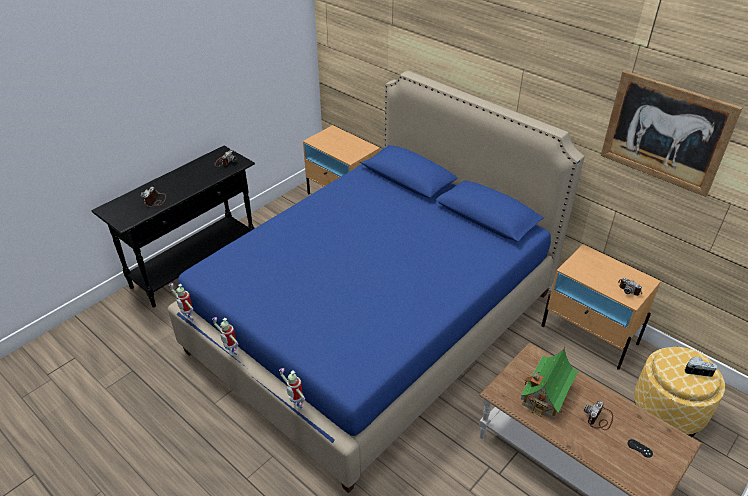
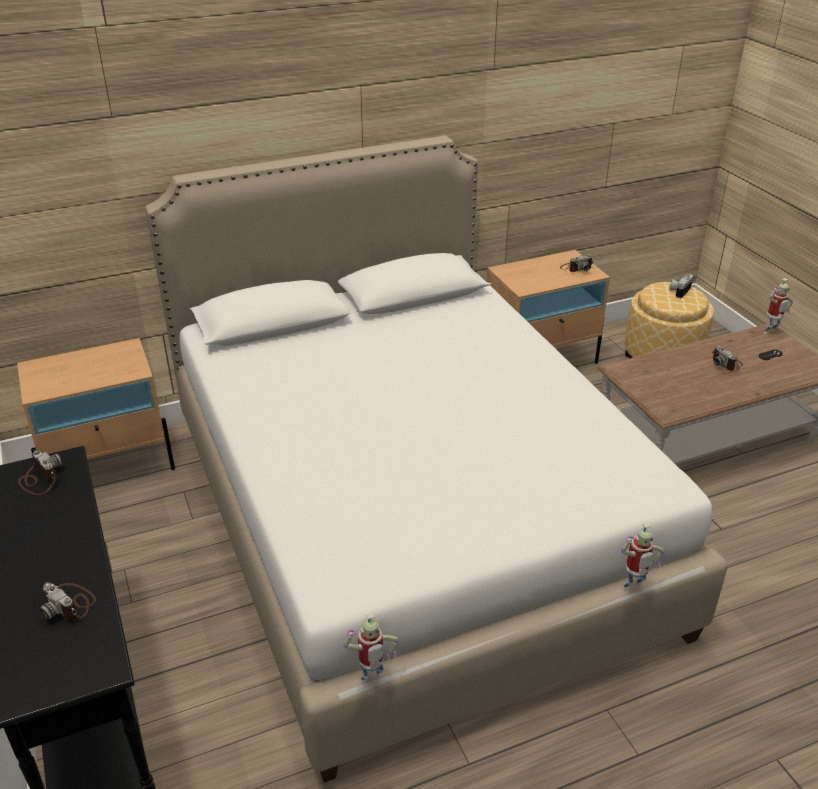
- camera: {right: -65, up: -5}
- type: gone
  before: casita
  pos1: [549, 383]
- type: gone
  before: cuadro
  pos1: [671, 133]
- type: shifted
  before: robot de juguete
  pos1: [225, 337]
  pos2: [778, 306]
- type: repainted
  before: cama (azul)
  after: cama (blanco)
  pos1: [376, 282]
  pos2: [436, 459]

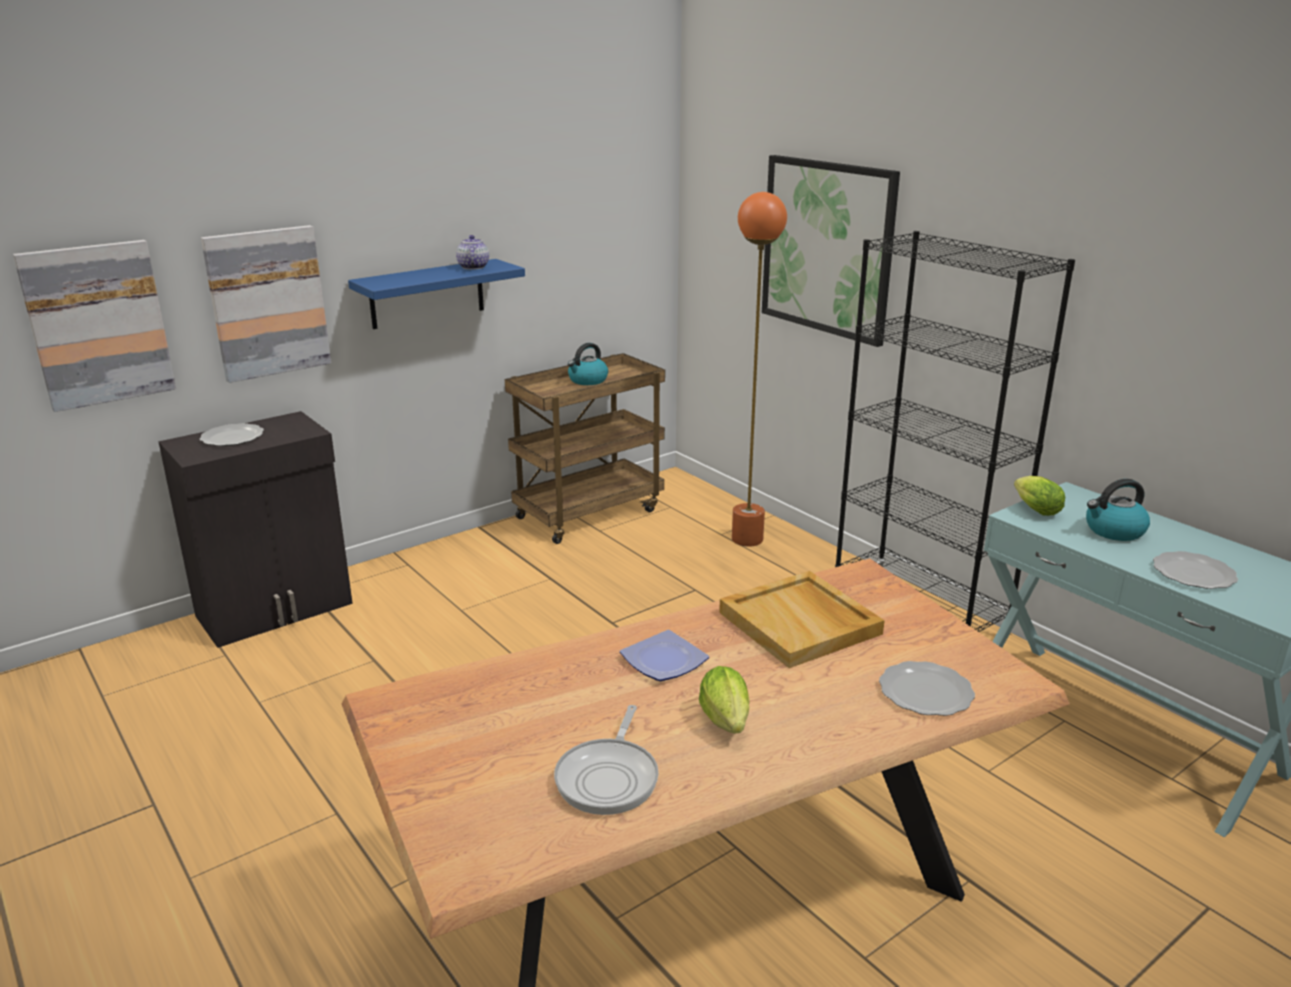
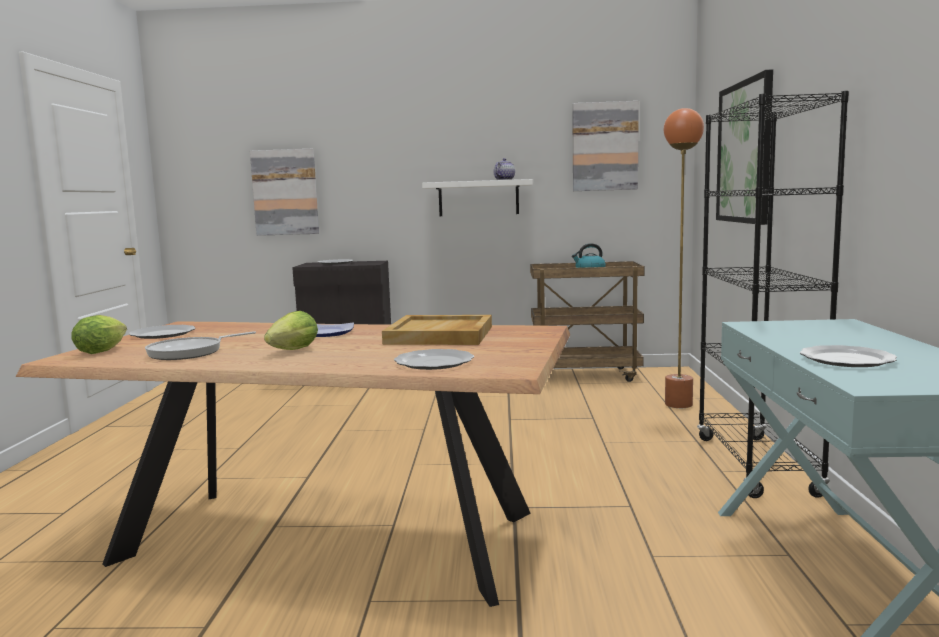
- camera: {right: 40, up: -15}
- type: gone
  before: hervidor
  pos1: [1118, 510]
- type: new
  after: plato
  pos2: [162, 332]
- type: shifted
  before: cuadro
  pos1: [266, 304]
  pos2: [605, 146]
- type: shifted
  before: lechuga
  pos1: [1039, 496]
  pos2: [99, 334]
- type: repainted
  before: estante (azul)
  after: estante (blanco)
  pos1: [436, 294]
  pos2: [477, 197]

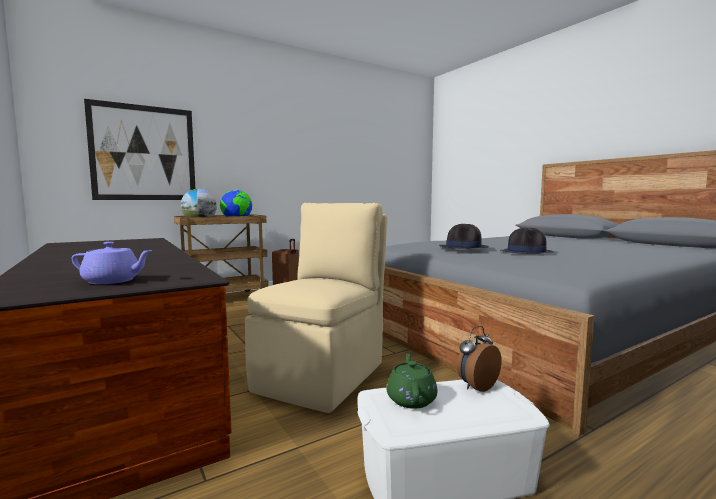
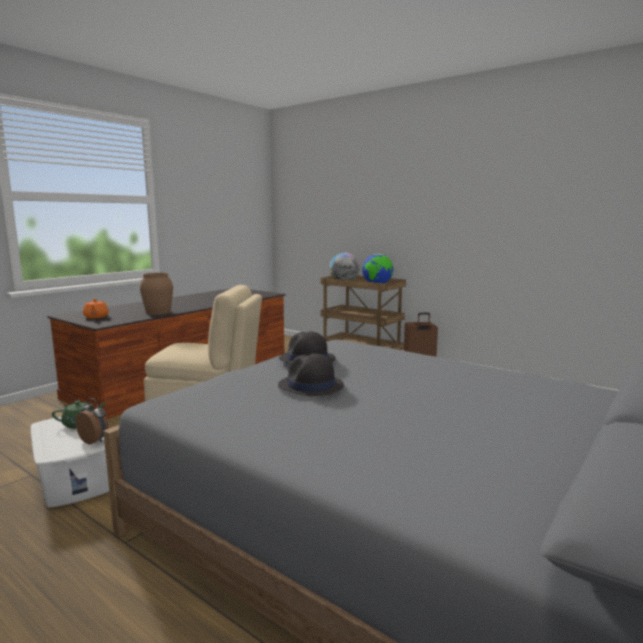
- camera: {right: 70, up: 5}
- type: gone
  before: cuadro
  pos1: [139, 149]
- type: new
  after: florero (marrón)
  pos2: [156, 294]
- type: repainted
  before: tetera (morado)
  after: tetera (naranja)
  pos1: [112, 263]
  pos2: [96, 308]

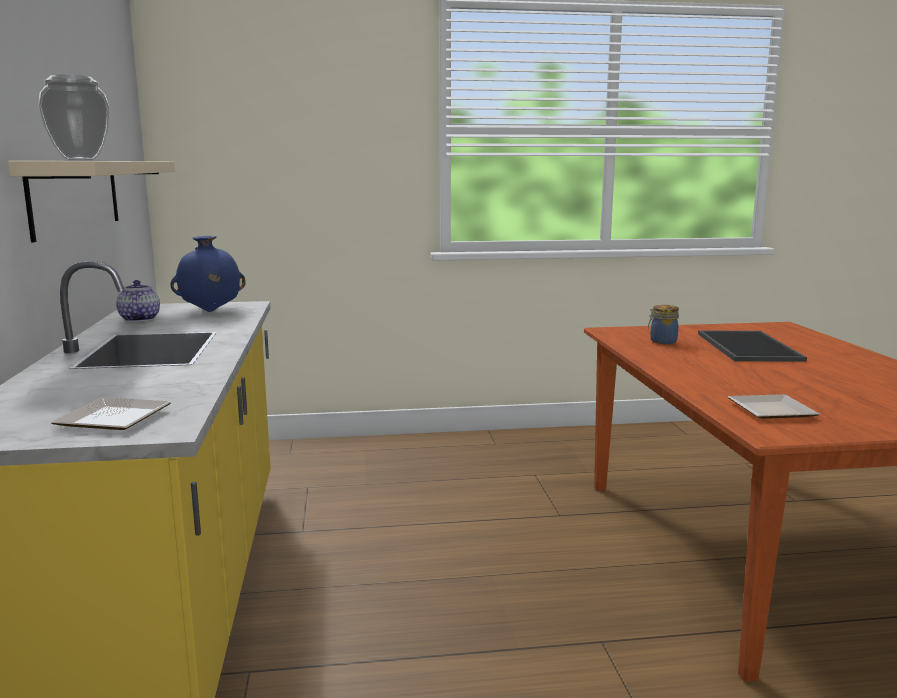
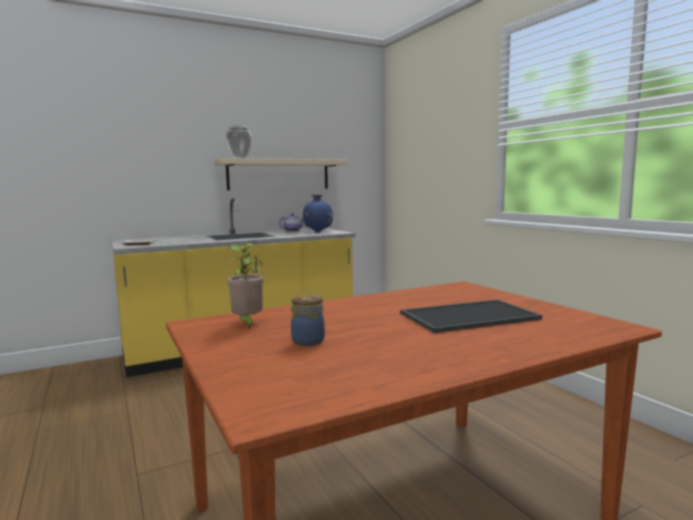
- camera: {right: 70, up: -5}
- type: shifted
  before: tarro
  pos1: [663, 324]
  pos2: [308, 320]
- type: swapped
  before: plato
  after: planta en maceta
  pos1: [774, 406]
  pos2: [244, 286]

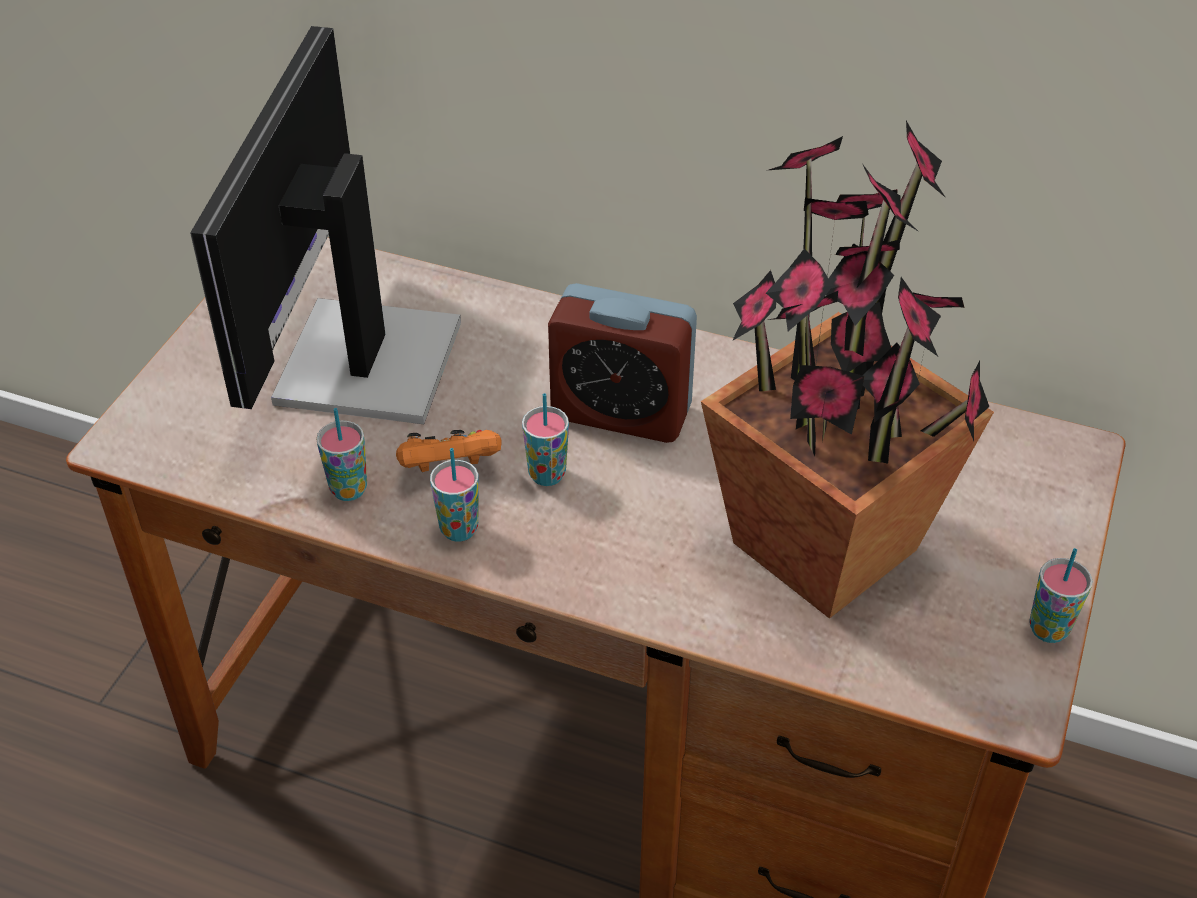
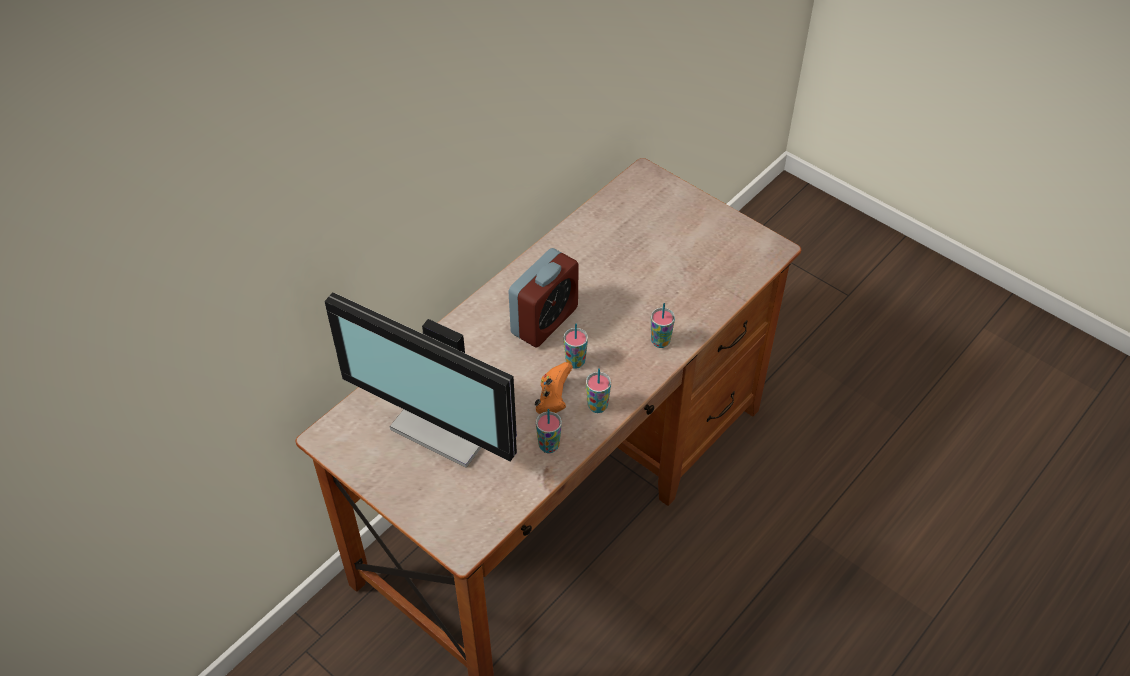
- camera: {right: -70, up: 5}
- type: gone
  before: planta en maceta
  pos1: [847, 370]
- type: shifted
  before: taza
  pos1: [1060, 595]
  pos2: [663, 325]

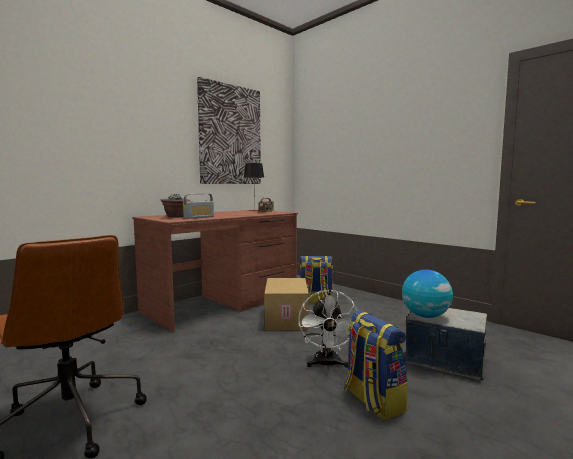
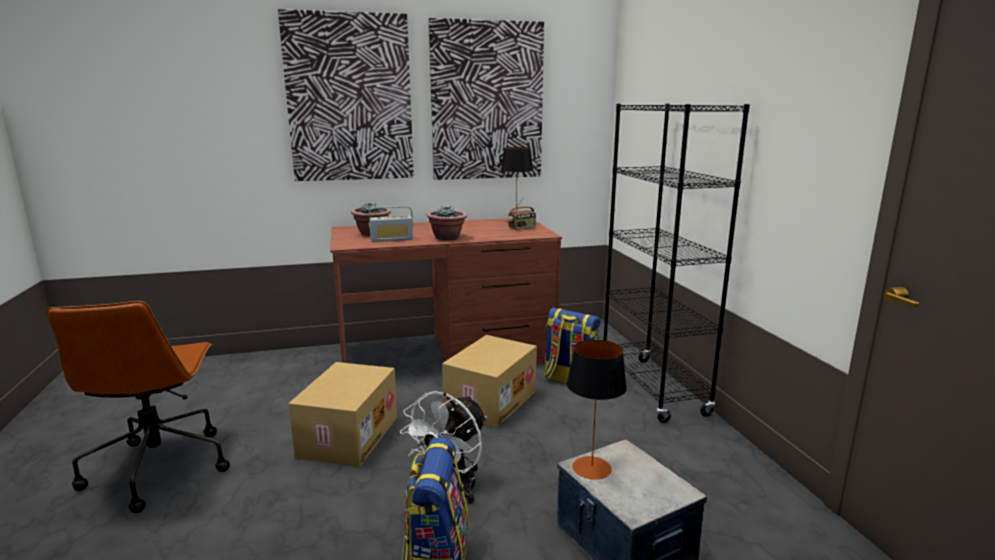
- camera: {right: 30, up: 10}
- type: new
  after: cuadro
  pos2: [346, 95]
- type: new
  after: caja de cartón
  pos2: [342, 414]
- type: new
  after: planta en maceta
  pos2: [447, 224]
- type: new
  after: estantería (negro)
  pos2: [677, 263]
- type: swapped
  before: globo terráqueo
  after: lámpara de mesa
  pos1: [427, 294]
  pos2: [597, 410]

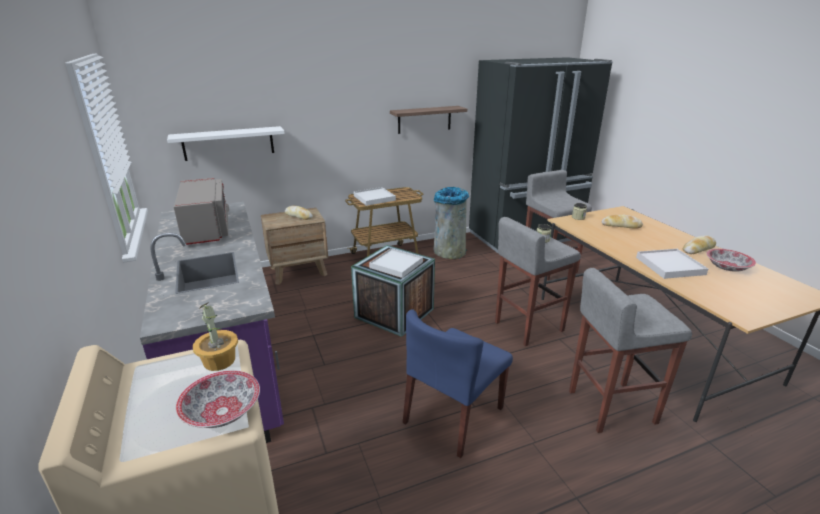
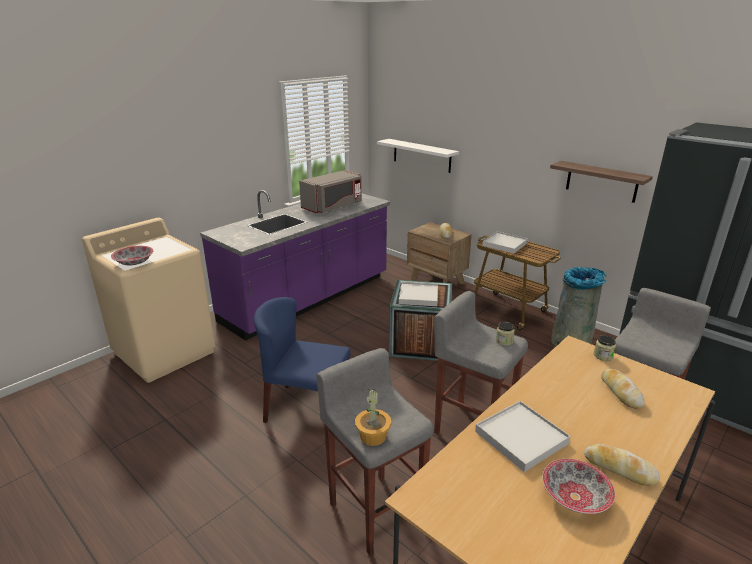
- camera: {right: 65, up: 0}
- type: shifted
  before: planta en maceta
  pos1: [215, 336]
  pos2: [373, 417]

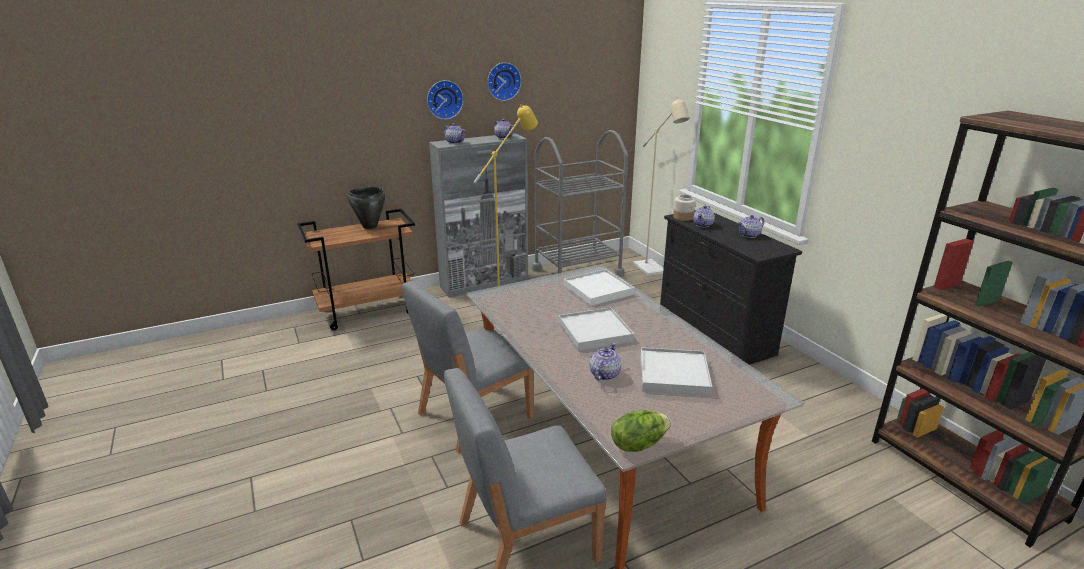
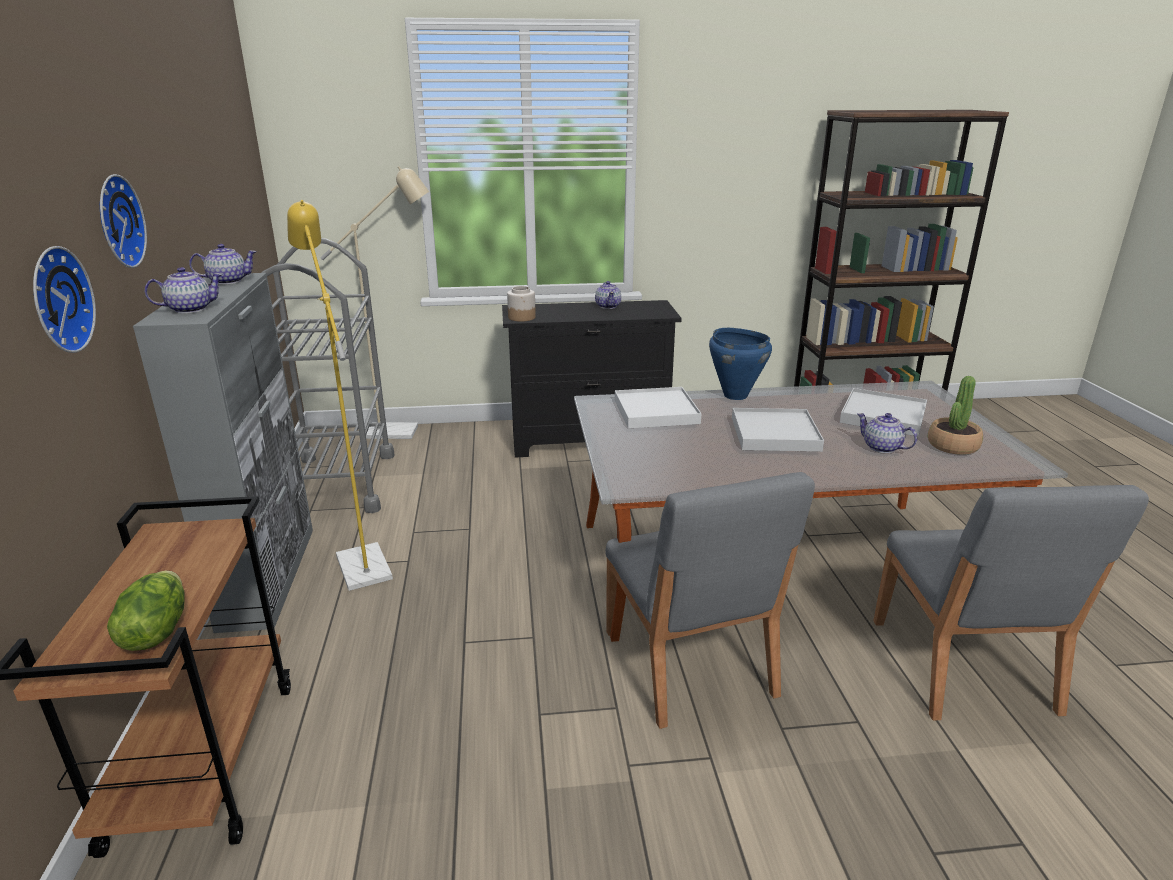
- camera: {right: -70, up: 0}
- type: gone
  before: olla (negro)
  pos1: [366, 208]
- type: gone
  before: tetera
  pos1: [704, 216]
- type: new
  after: olla (azul)
  pos2: [740, 364]
- type: new
  after: planta en maceta
  pos2: [955, 415]
- type: shifted
  before: reloj de pared
  pos1: [504, 81]
  pos2: [64, 299]
- type: shifted
  before: lechuga
  pos1: [641, 431]
  pos2: [146, 611]

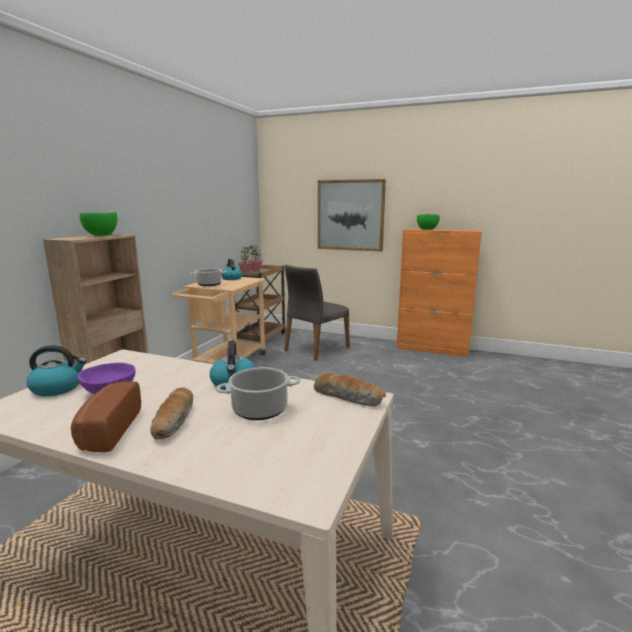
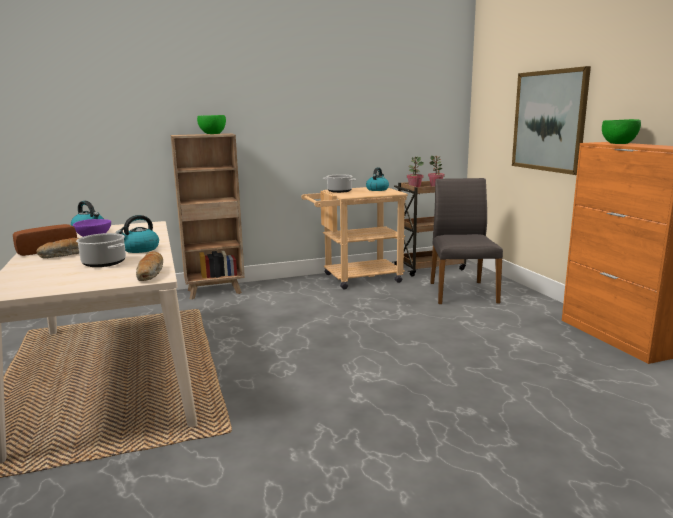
- camera: {right: 50, up: 0}
- type: rotated
  before: silla (gris)
  pos1: [317, 312]
  pos2: [466, 241]
  turn: 90

